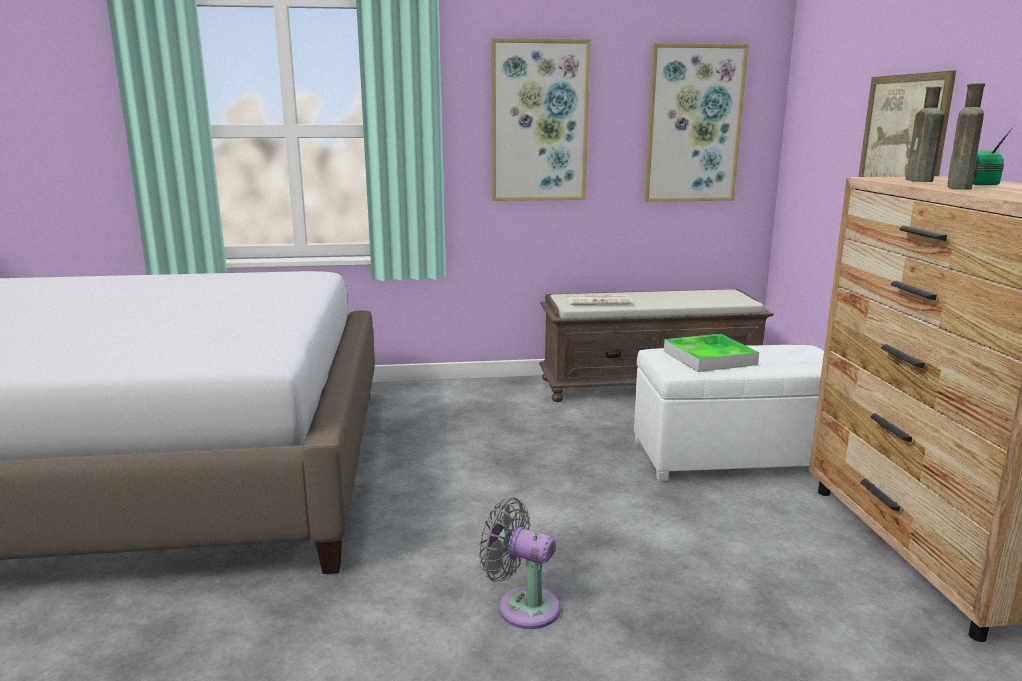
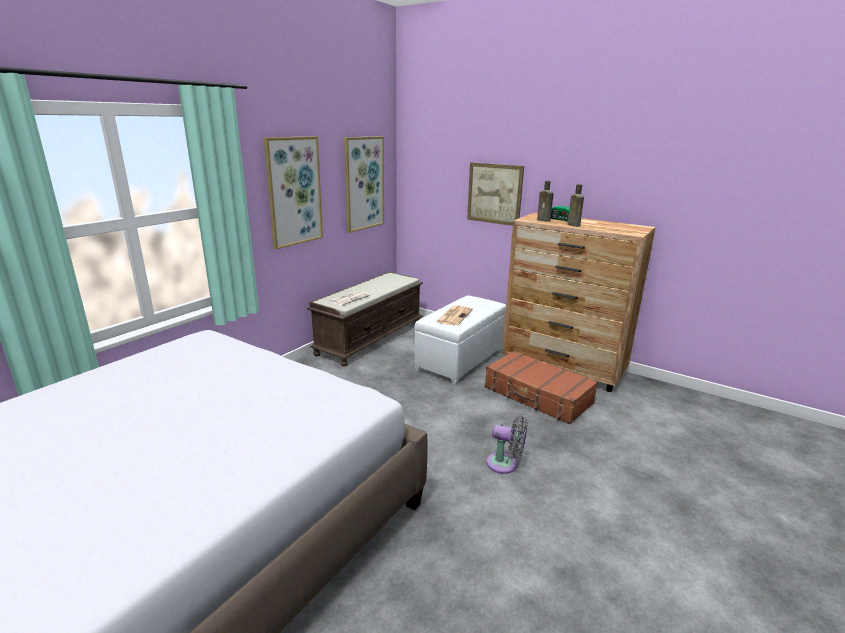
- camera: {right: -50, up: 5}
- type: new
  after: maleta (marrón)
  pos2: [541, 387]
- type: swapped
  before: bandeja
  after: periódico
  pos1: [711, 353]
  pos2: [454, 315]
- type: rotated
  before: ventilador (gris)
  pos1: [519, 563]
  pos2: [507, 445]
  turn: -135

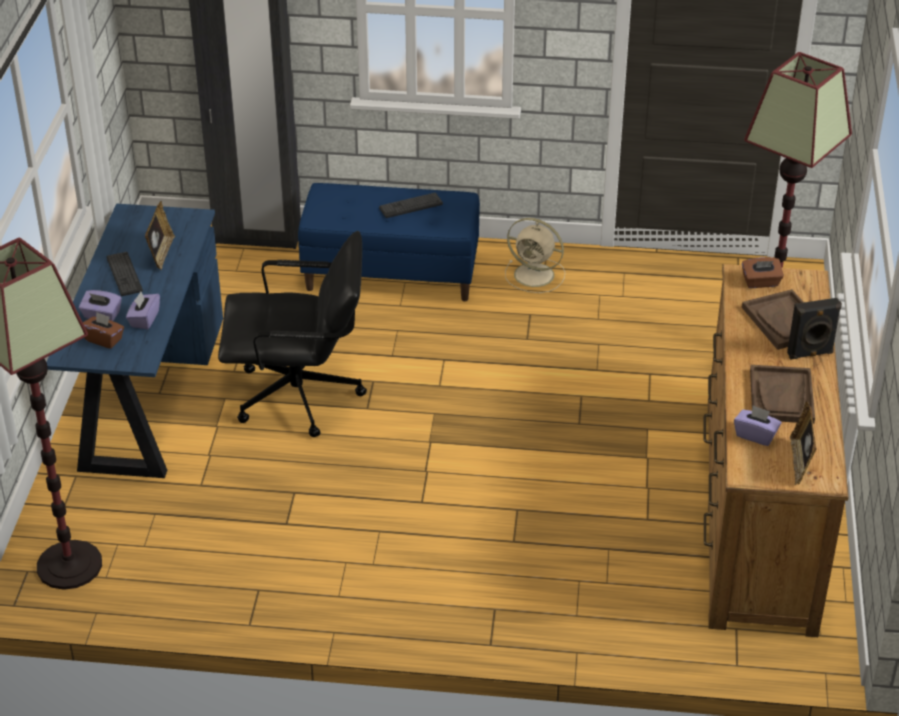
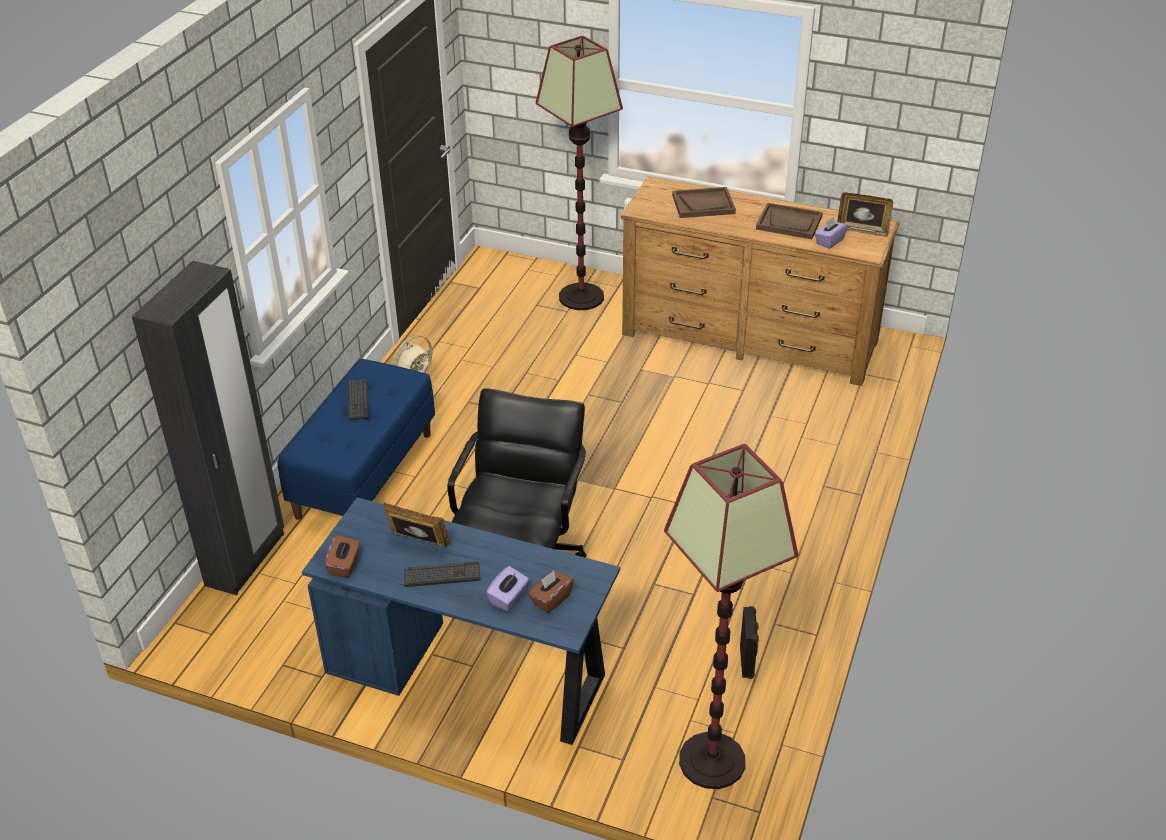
- camera: {right: -75, up: 0}
- type: gone
  before: caja de pañuelos (morado)
  pos1: [143, 310]
- type: shifted
  before: caja de pañuelos (marrón)
  pos1: [763, 272]
  pos2: [342, 556]
- type: shifted
  before: altavoz (negro)
  pos1: [814, 329]
  pos2: [749, 642]

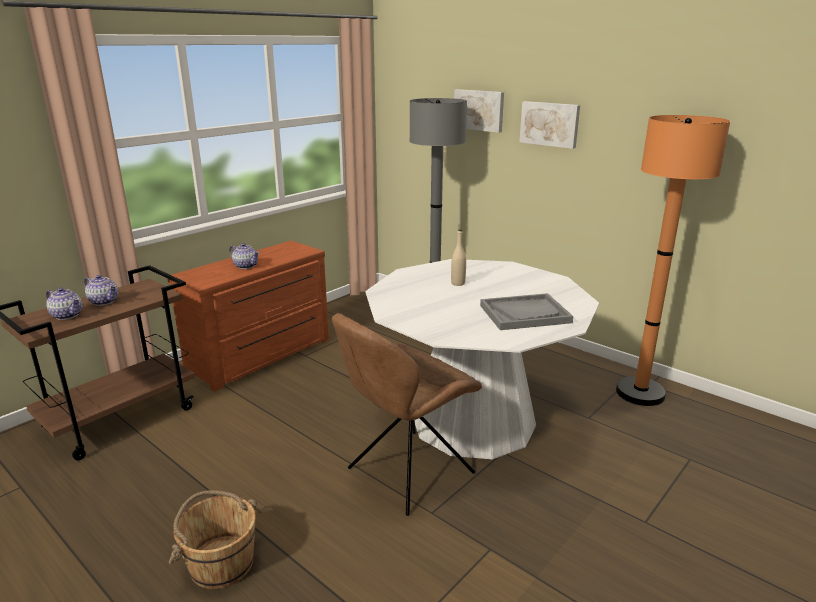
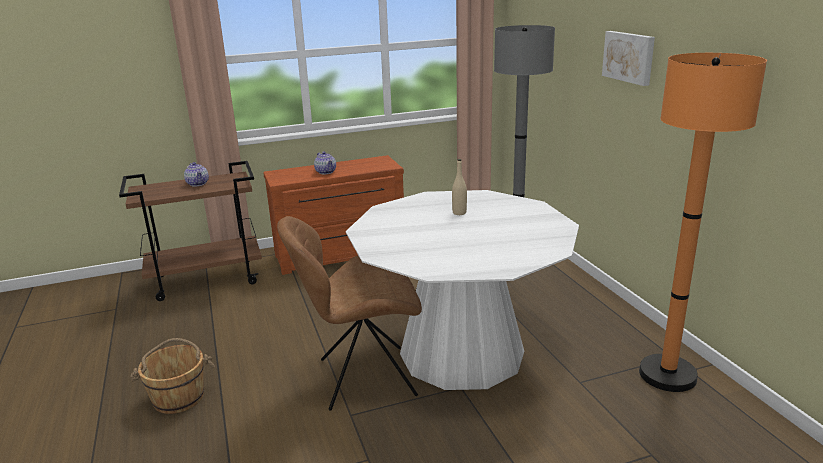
- camera: {right: 30, up: 0}
- type: gone
  before: tetera
  pos1: [64, 303]
- type: gone
  before: cuadro
  pos1: [479, 111]
- type: gone
  before: bandeja (gris)
  pos1: [526, 311]

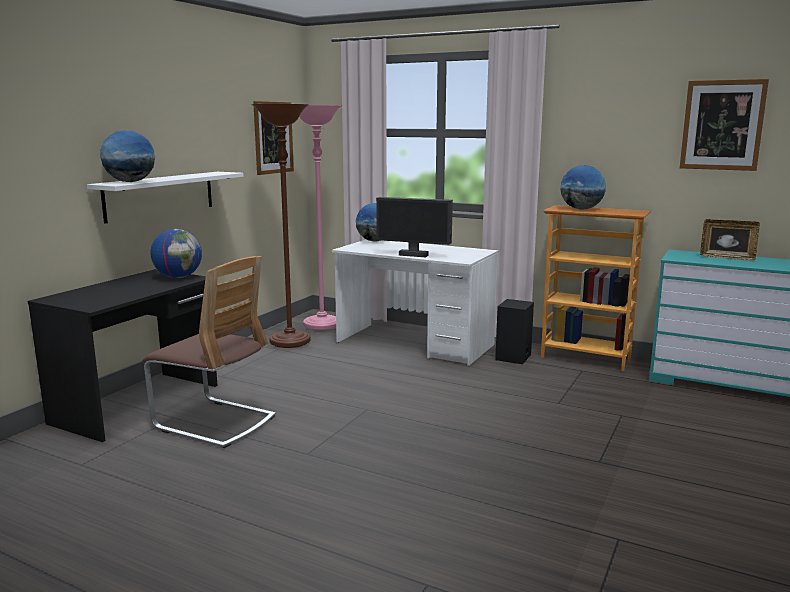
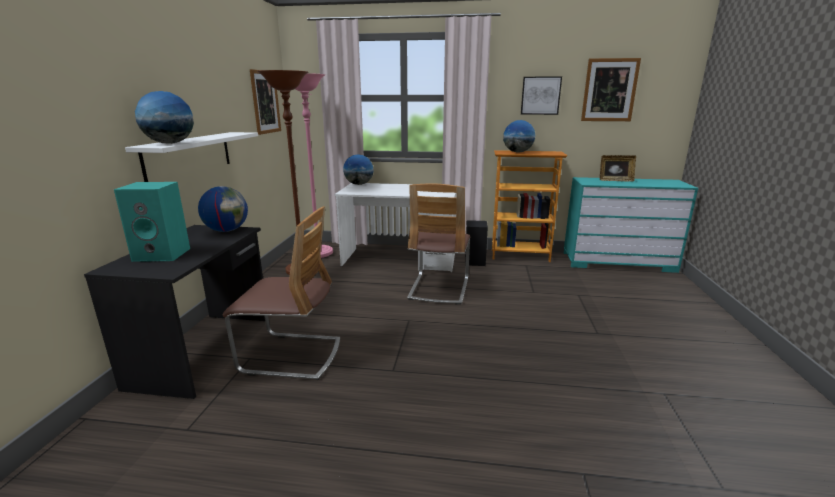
- camera: {right: -20, up: 5}
- type: gone
  before: monitor
  pos1: [414, 227]
- type: new
  after: altavoz (turquesa)
  pos2: [152, 222]
- type: new
  after: silla
  pos2: [438, 243]
- type: new
  after: cuadro
  pos2: [541, 95]

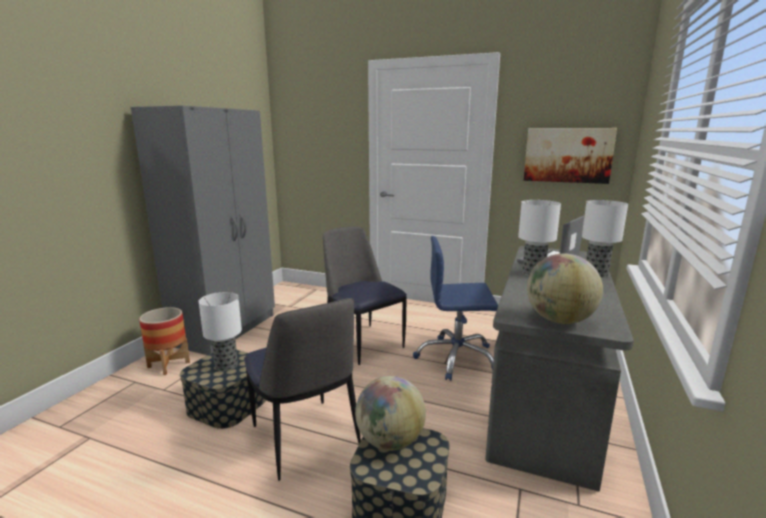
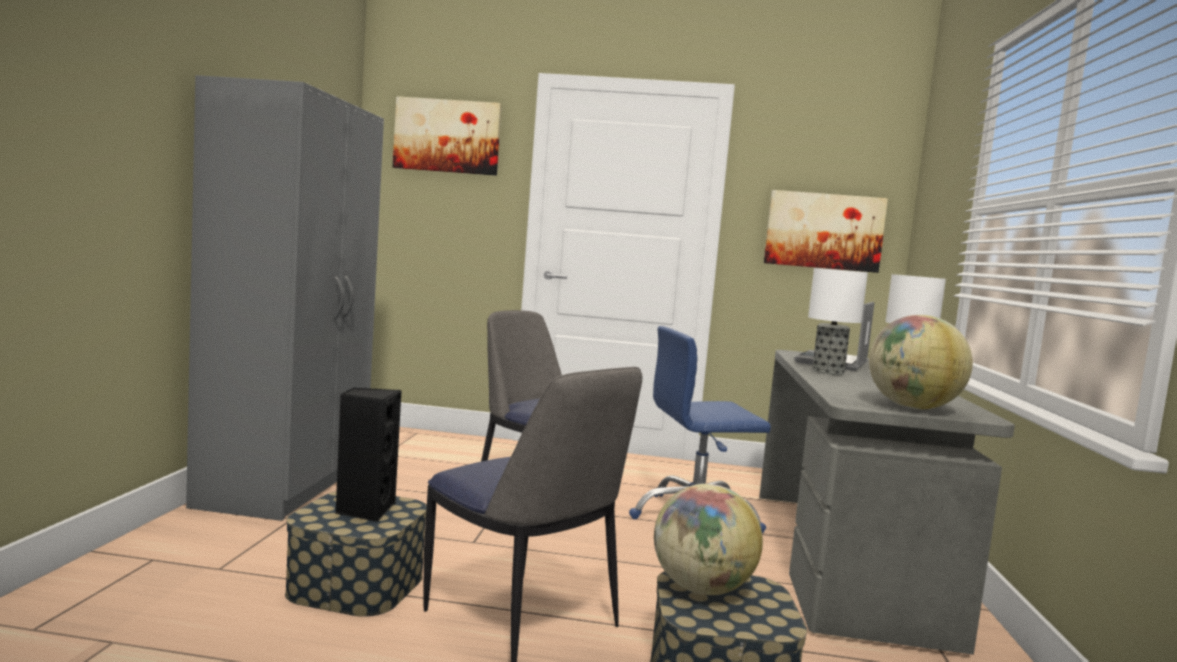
- camera: {right: -15, up: -10}
- type: gone
  before: maceta
  pos1: [164, 341]
- type: new
  after: cuadro
  pos2: [447, 136]
- type: swapped
  before: lámpara de mesa
  after: altavoz (negro)
  pos1: [220, 331]
  pos2: [369, 455]

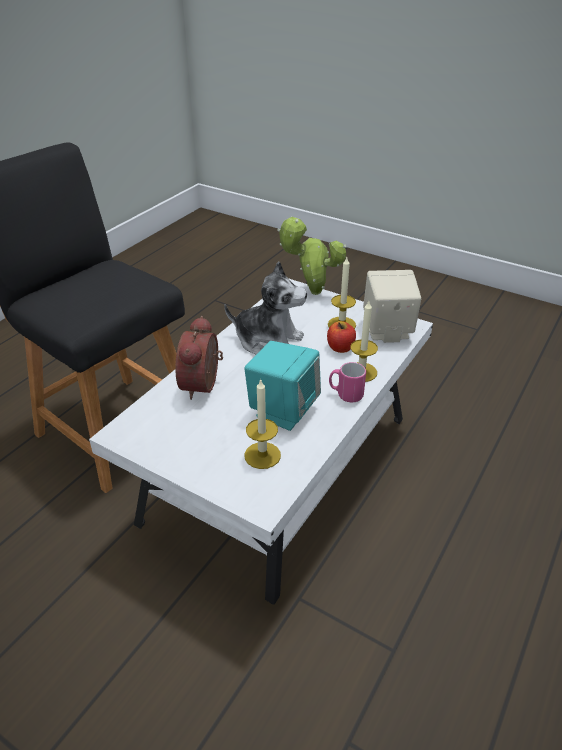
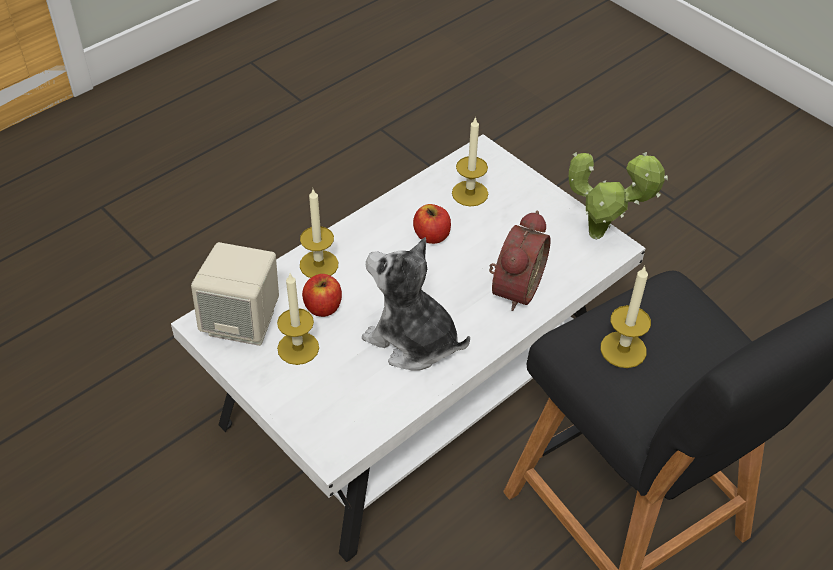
- camera: {right: -165, up: 10}
- type: gone
  before: taza grande (rosa)
  pos1: [347, 382]
- type: new
  after: vela
  pos2: [625, 316]
- type: shifted
  before: planta en maceta
  pos1: [311, 256]
  pos2: [618, 196]
- type: swapped
  before: altavoz (turquesa)
  after: manzana
  pos1: [282, 386]
  pos2: [432, 224]

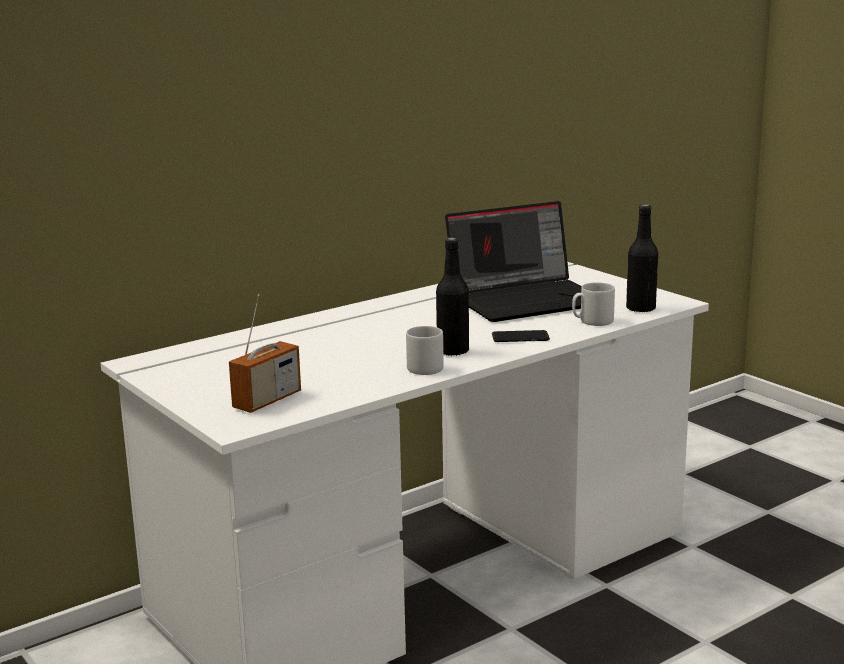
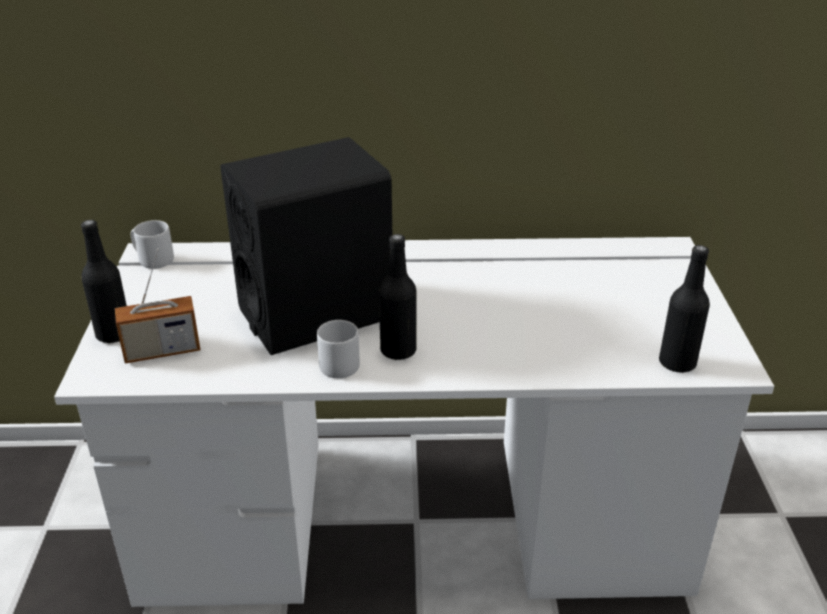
- camera: {right: 35, up: 15}
- type: gone
  before: portátil
  pos1: [513, 261]
- type: gone
  before: móvil
  pos1: [521, 336]
- type: new
  after: botella (negro)
  pos2: [104, 281]
- type: new
  after: altavoz (negro)
  pos2: [306, 246]
- type: shifted
  before: taza grande (gris)
  pos1: [593, 304]
  pos2: [152, 244]

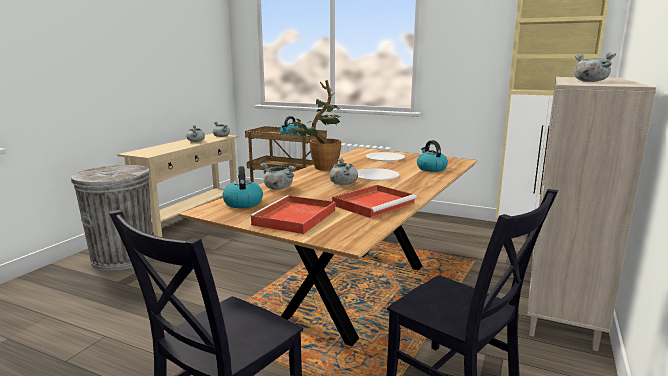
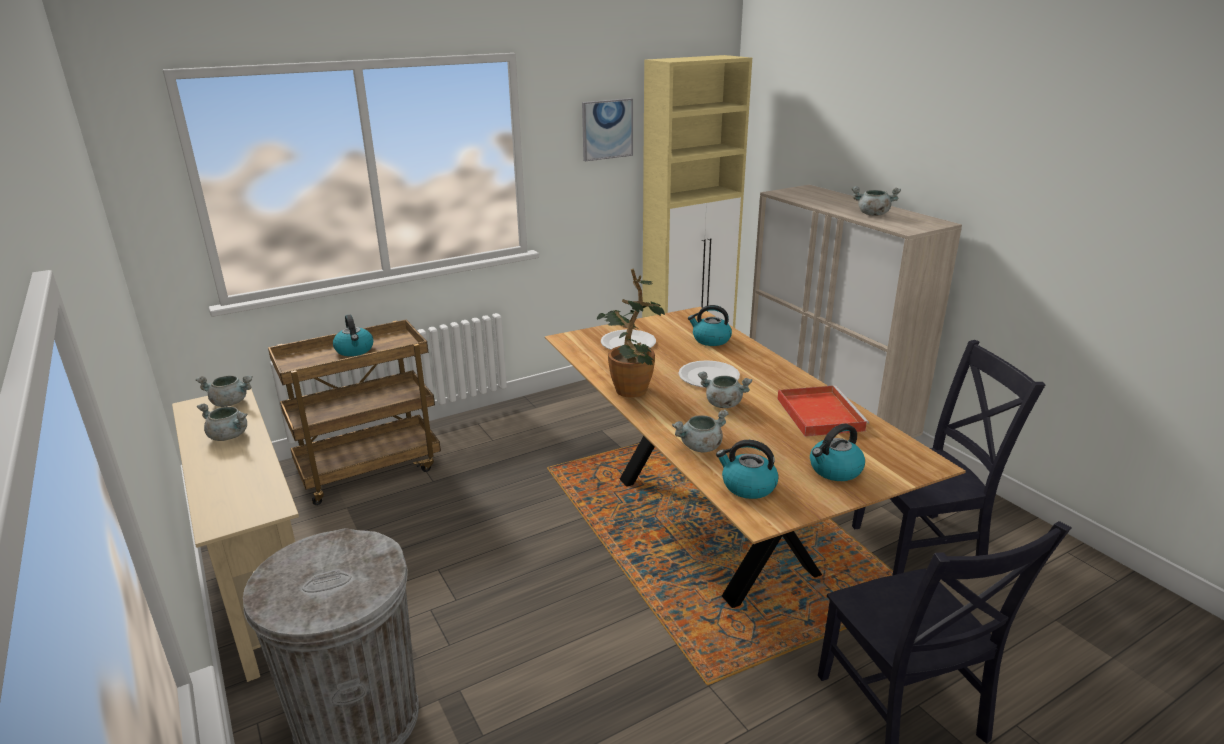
- camera: {right: -55, up: 10}
- type: new
  after: cuadro
  pos2: [607, 129]
- type: swapped
  before: bandeja (rojo)
  after: hervidor
  pos1: [292, 214]
  pos2: [837, 452]

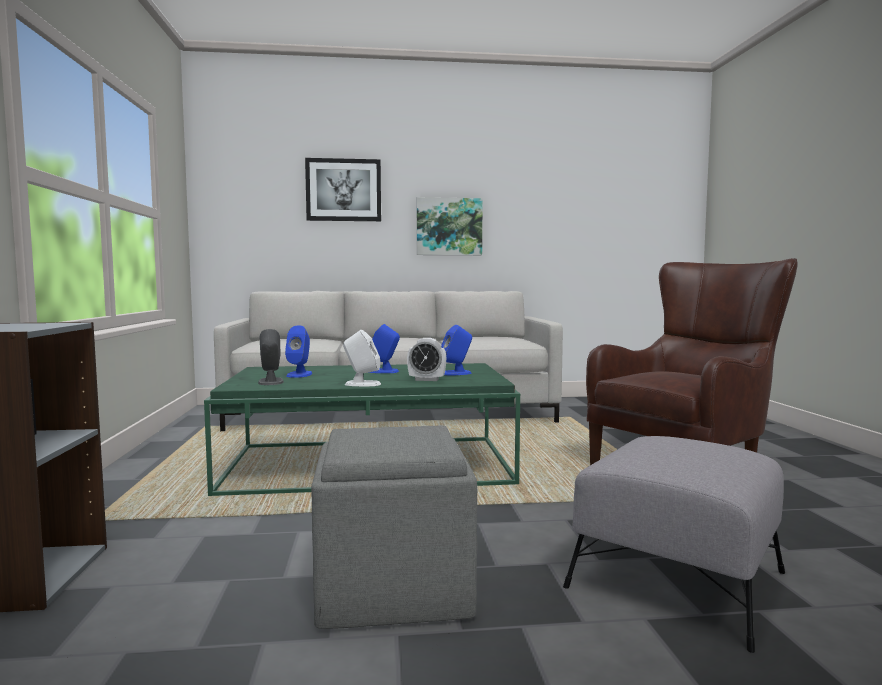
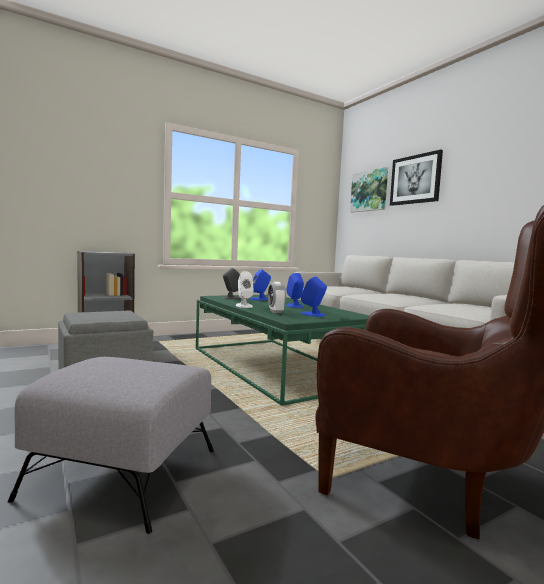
- camera: {right: 65, up: 0}
- type: shifted
  before: cuadro
  pos1: [450, 226]
  pos2: [369, 189]

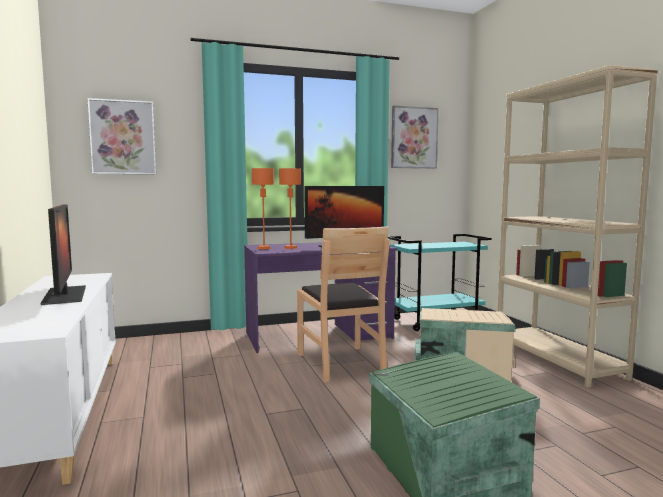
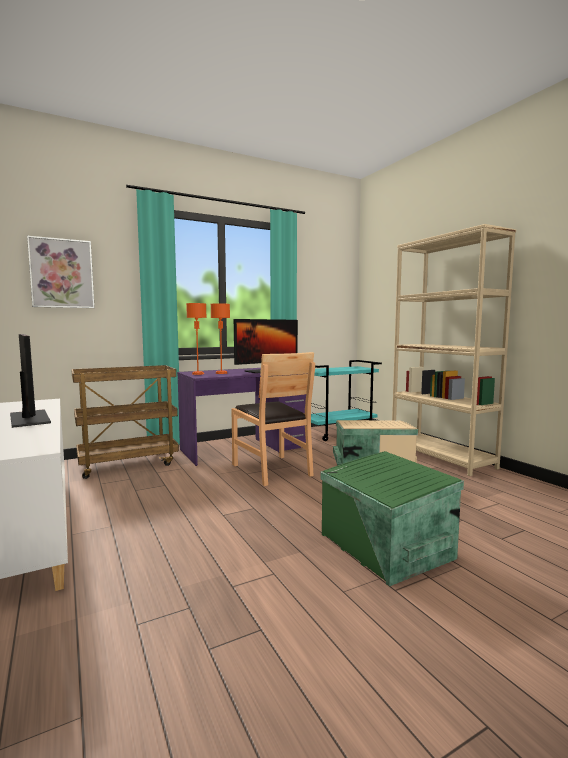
- camera: {right: -10, up: 0}
- type: gone
  before: cuadro
  pos1: [415, 137]
- type: new
  after: carrito (marrón)
  pos2: [125, 422]

